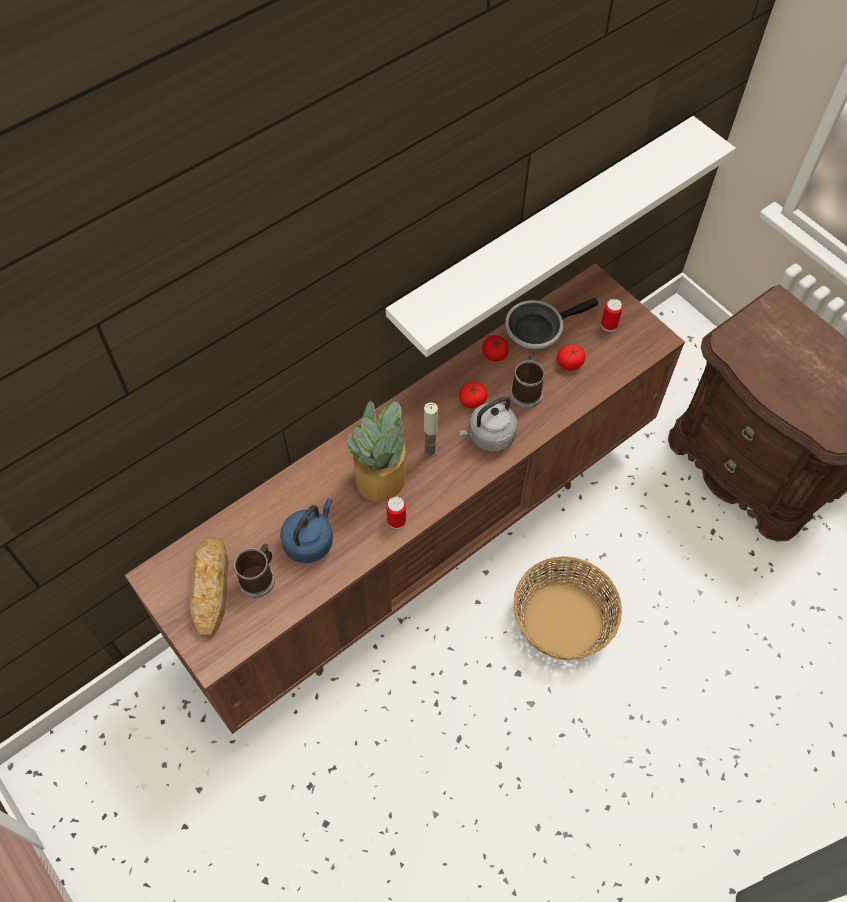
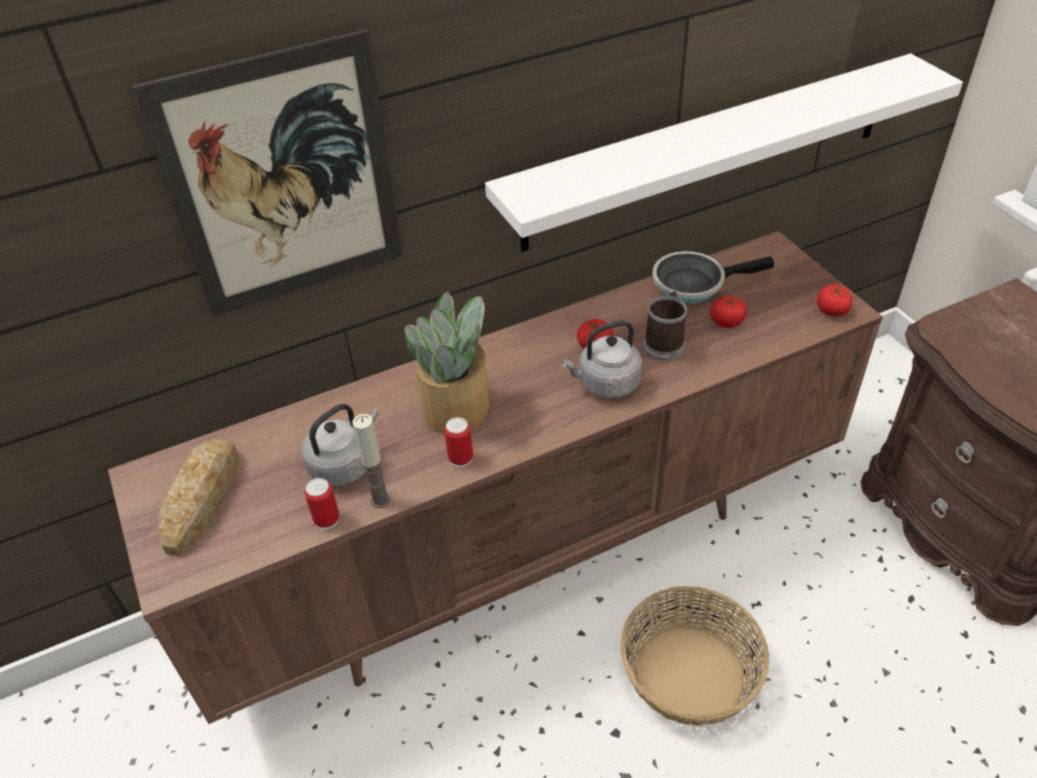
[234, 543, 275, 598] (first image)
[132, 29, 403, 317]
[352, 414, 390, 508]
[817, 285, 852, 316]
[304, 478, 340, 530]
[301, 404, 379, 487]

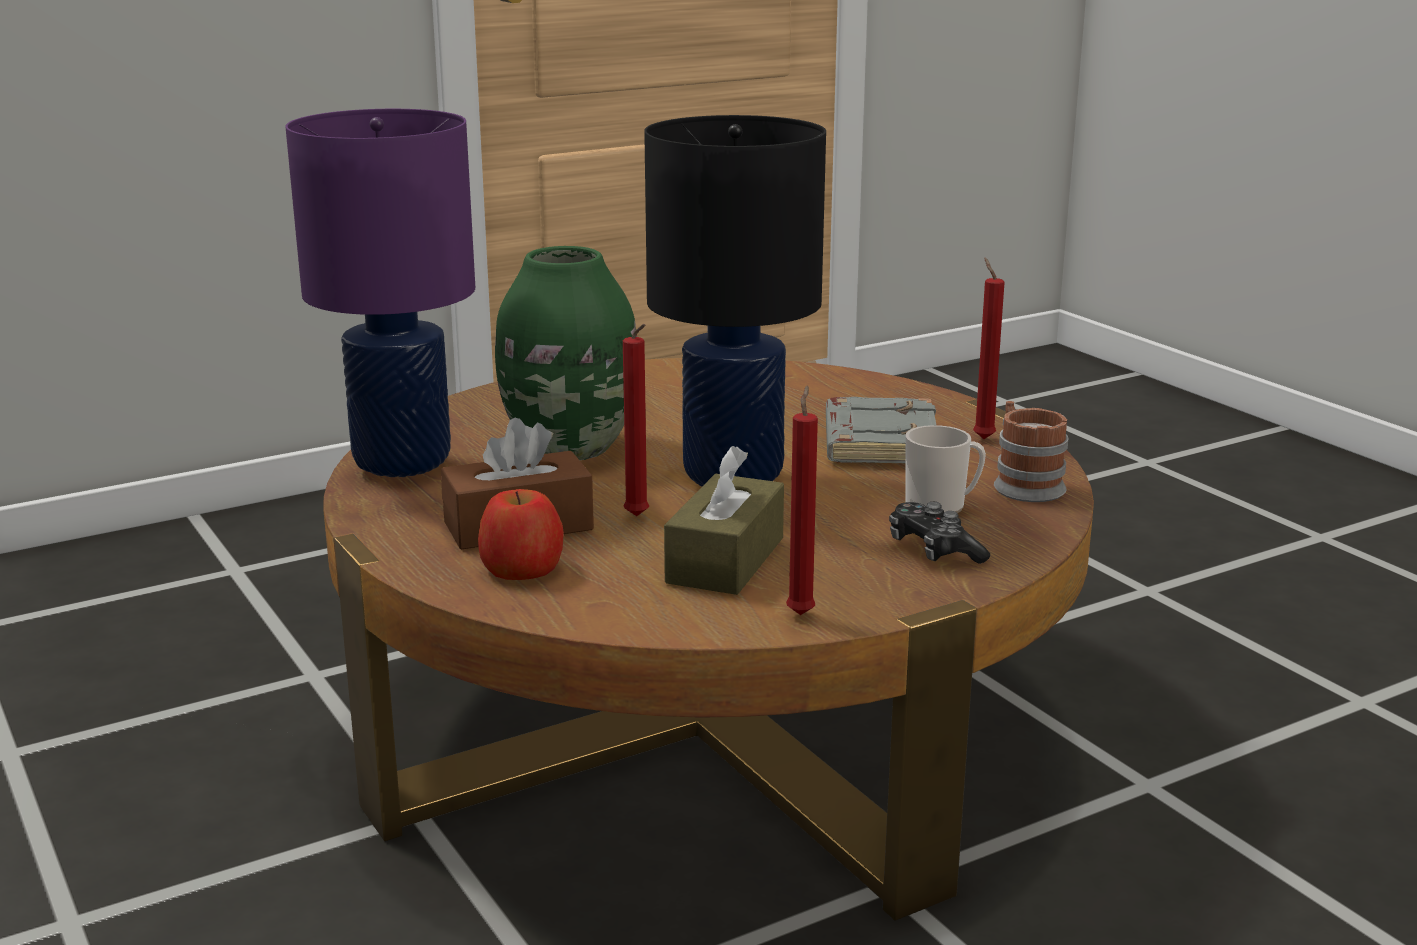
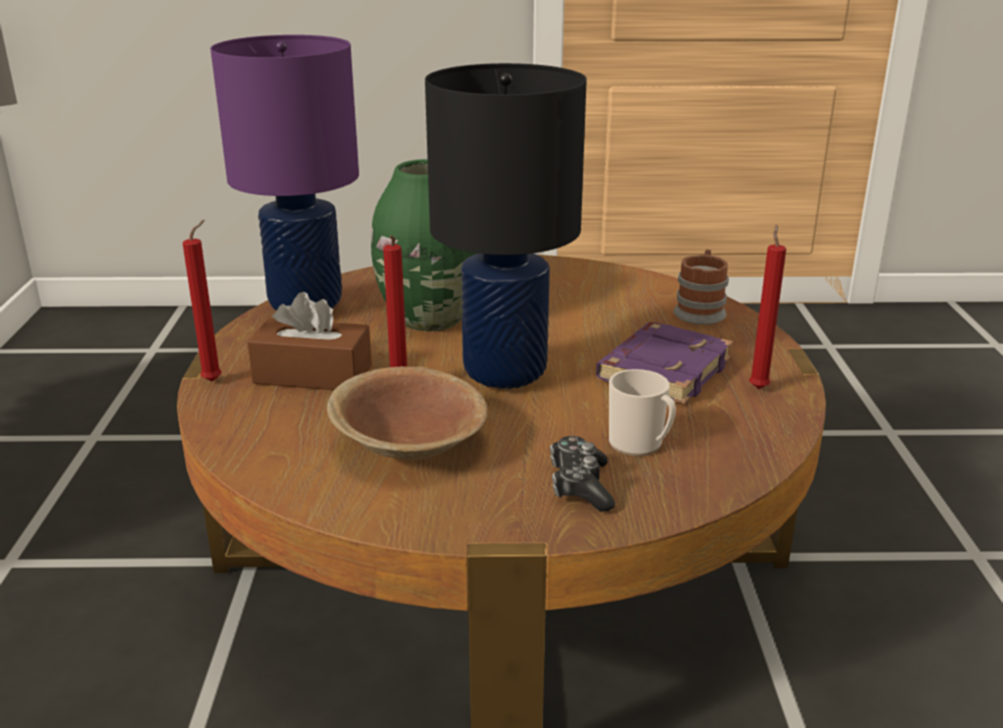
[478, 489, 564, 580] (first image)
[183, 220, 222, 381]
[674, 249, 729, 325]
[327, 366, 488, 461]
[596, 322, 733, 404]

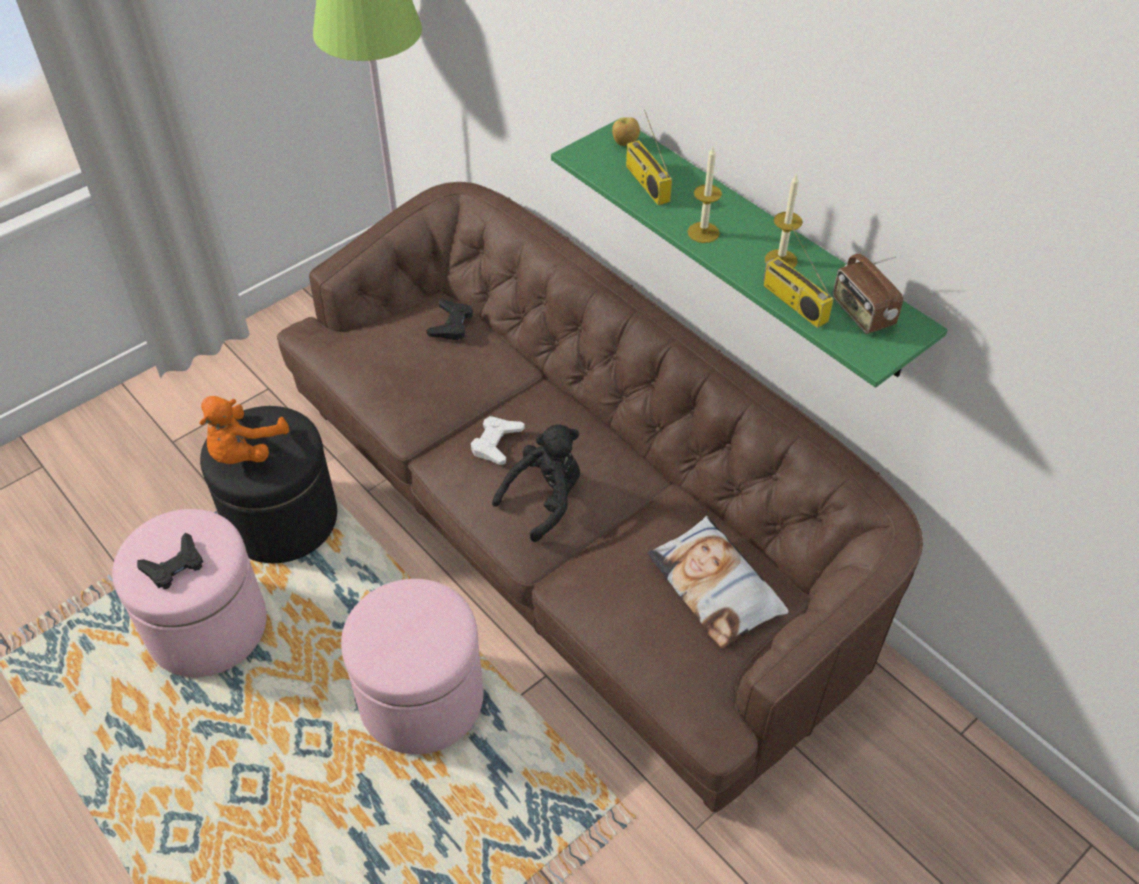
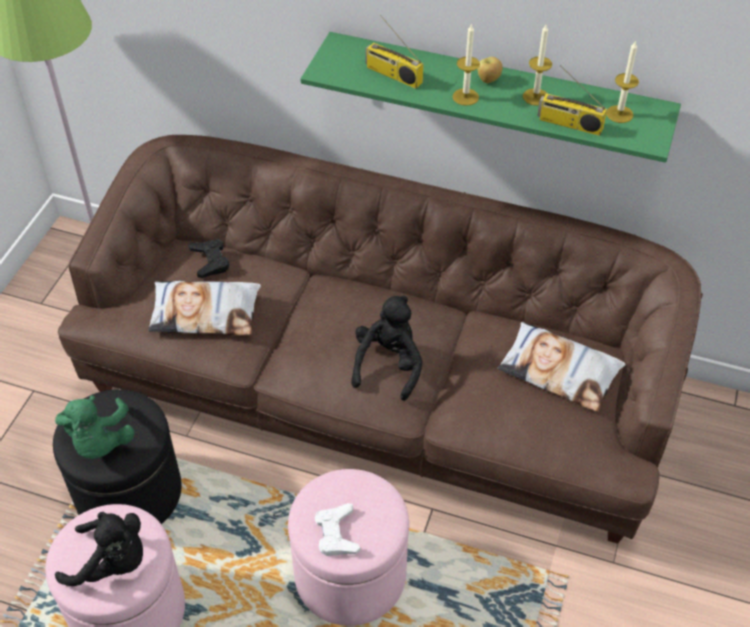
[148, 280, 261, 335]
[315, 503, 360, 556]
[478, 57, 503, 83]
[55, 512, 143, 586]
[606, 41, 639, 123]
[55, 395, 135, 459]

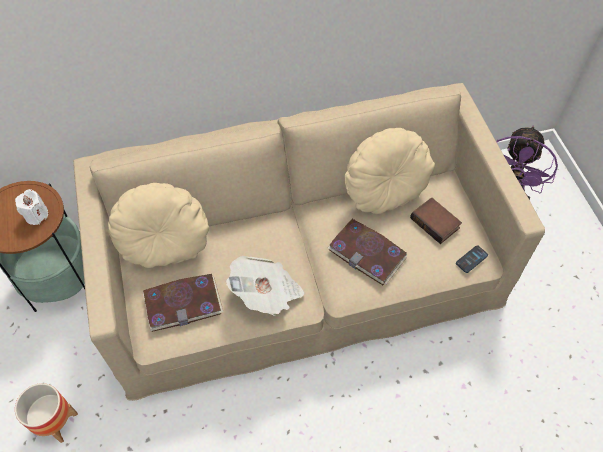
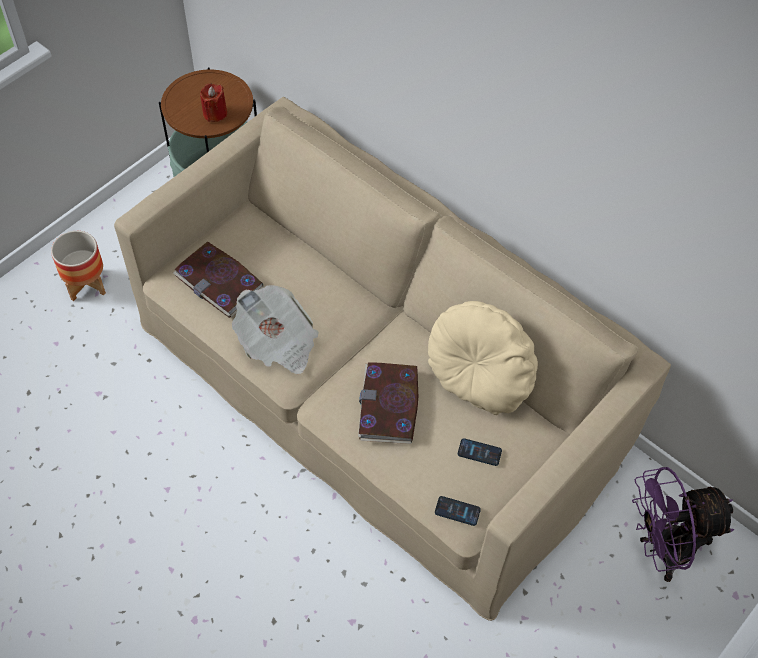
[108, 183, 209, 268] (first image)
[458, 438, 502, 466]
[200, 83, 227, 122]

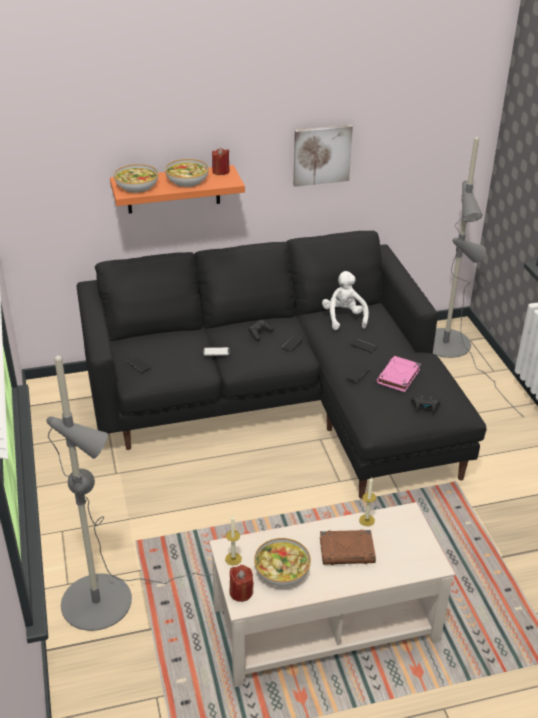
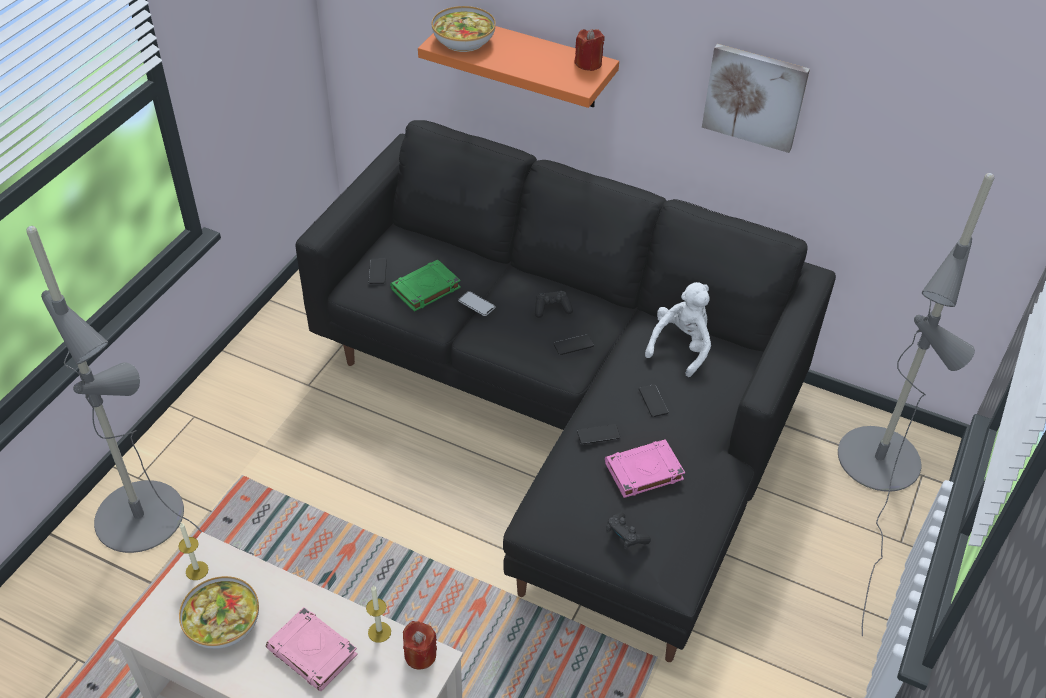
[165, 159, 209, 187] (first image)
[390, 259, 461, 312]
[403, 621, 437, 670]
[266, 607, 358, 691]

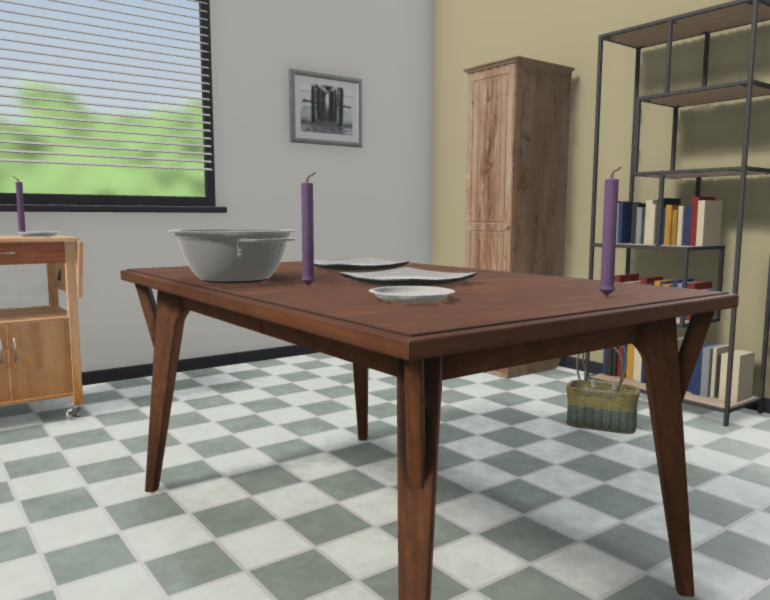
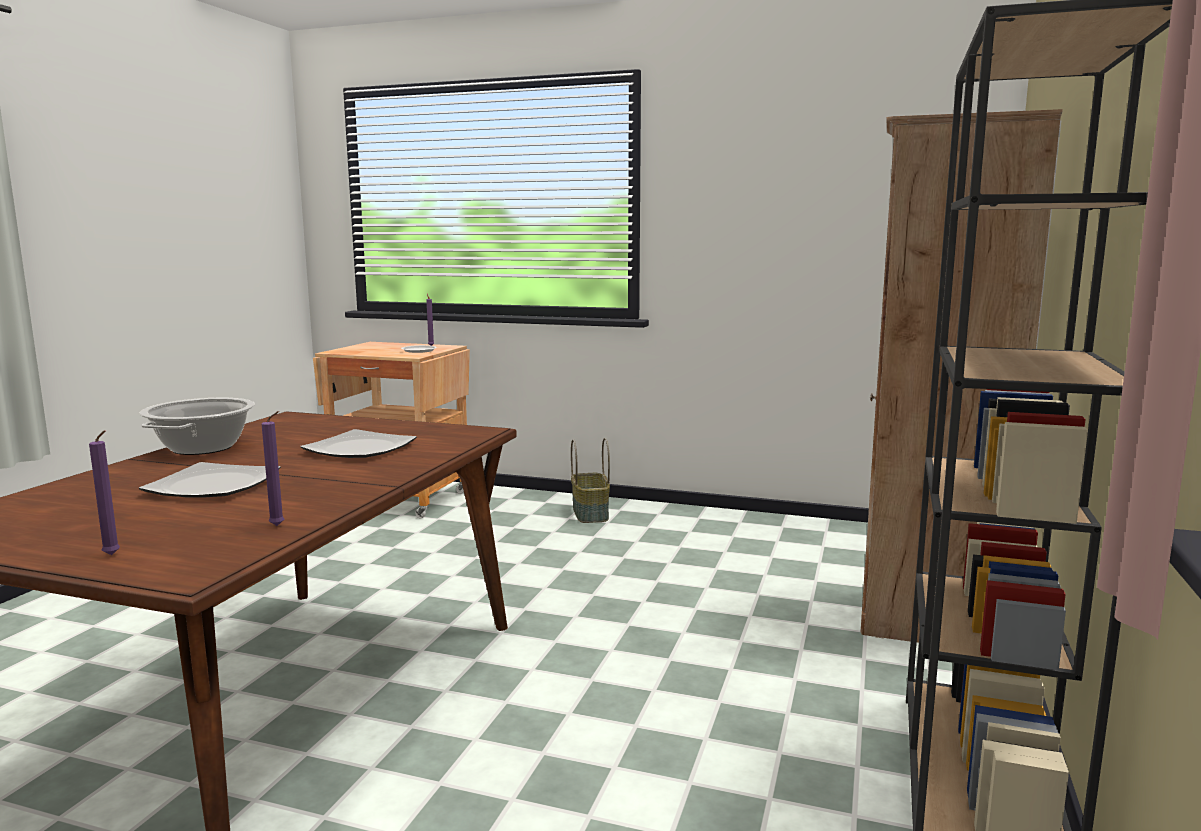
[289, 68, 363, 148] (first image)
[369, 286, 455, 303] (first image)
[262, 411, 284, 526]
[571, 438, 610, 523]

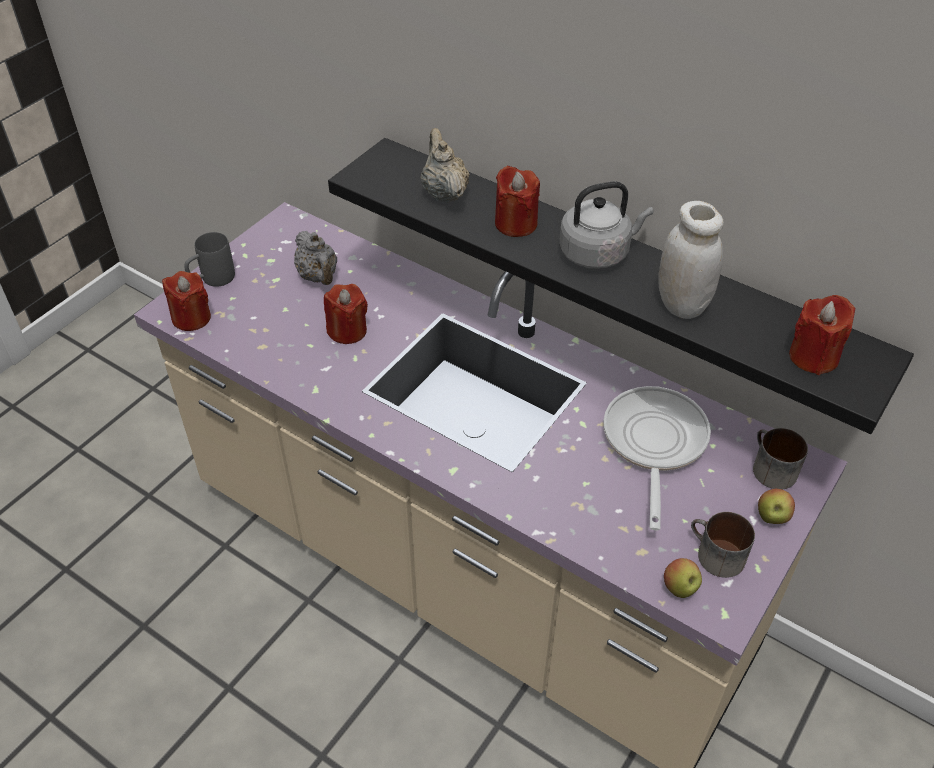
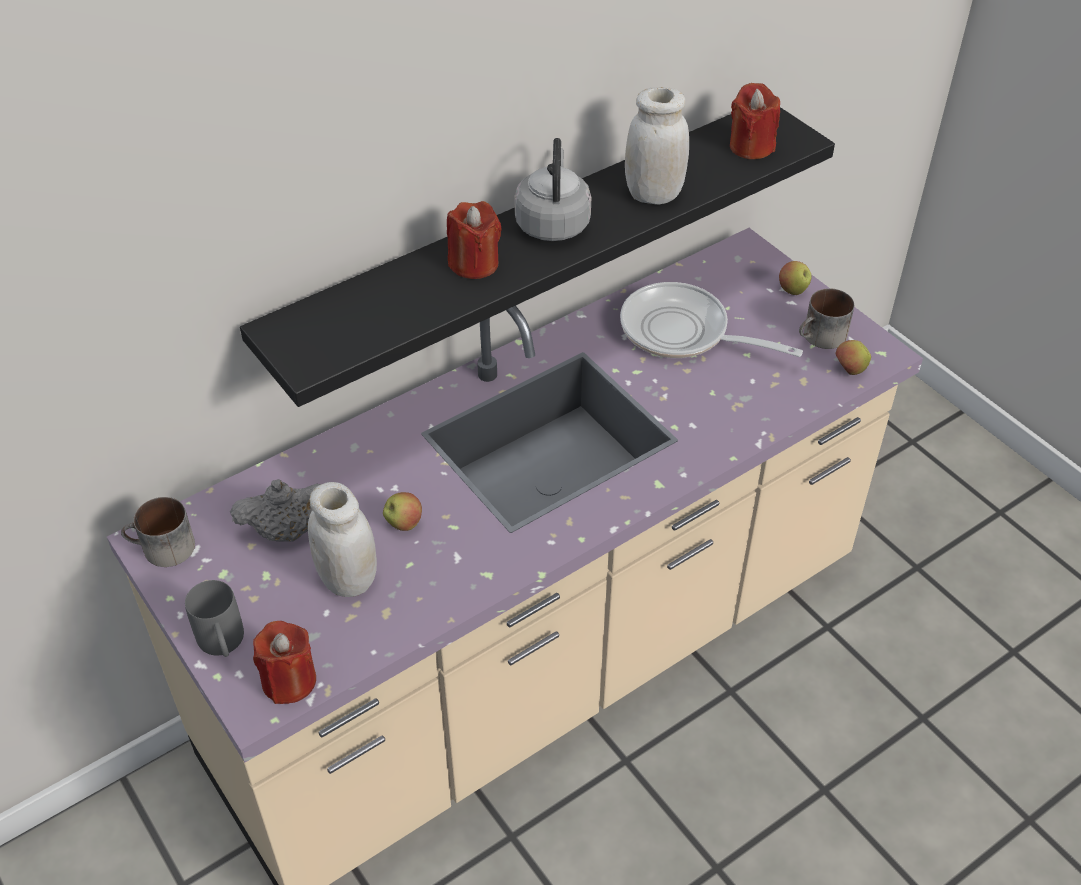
[421, 128, 470, 203] (first image)
[308, 482, 377, 597]
[121, 497, 195, 567]
[383, 492, 422, 531]

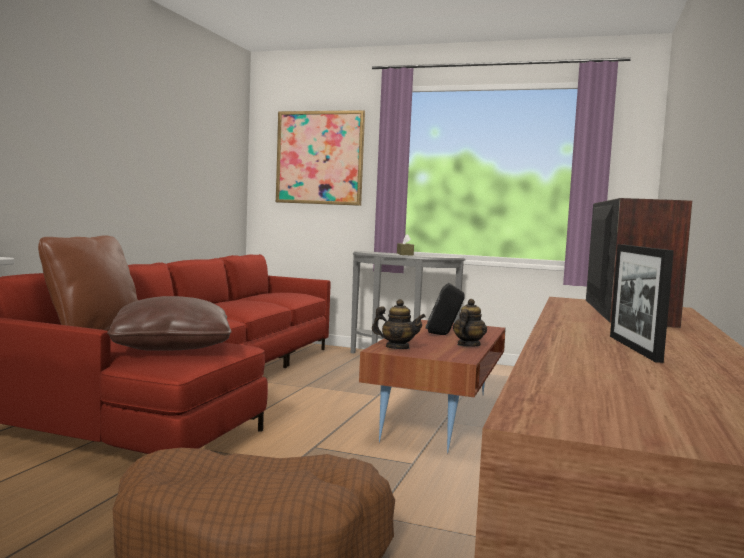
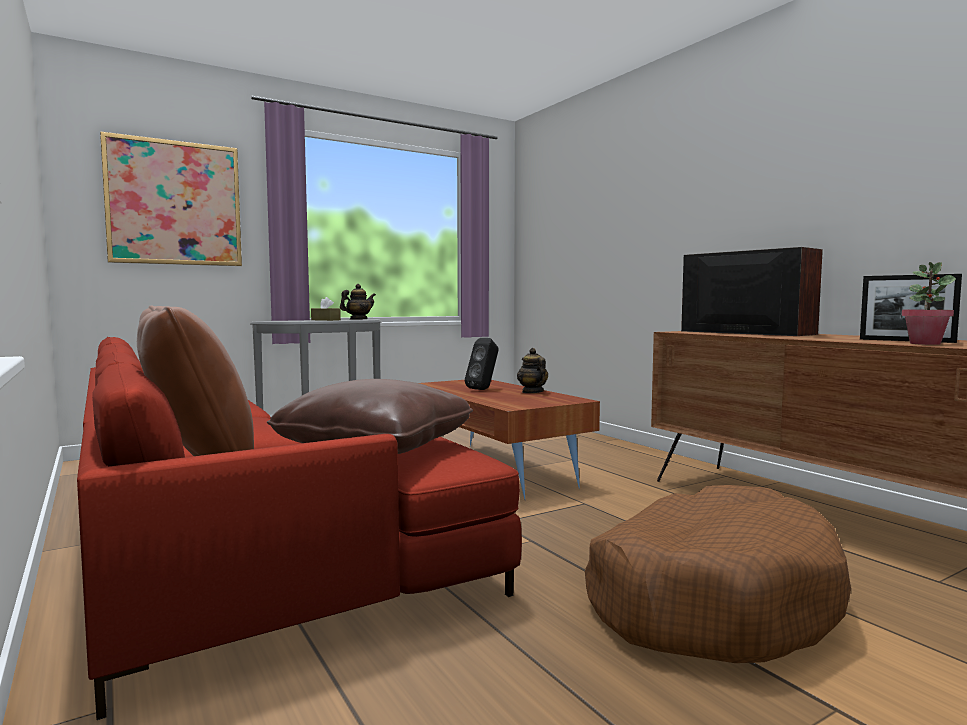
[902, 262, 956, 345]
[340, 284, 376, 320]

